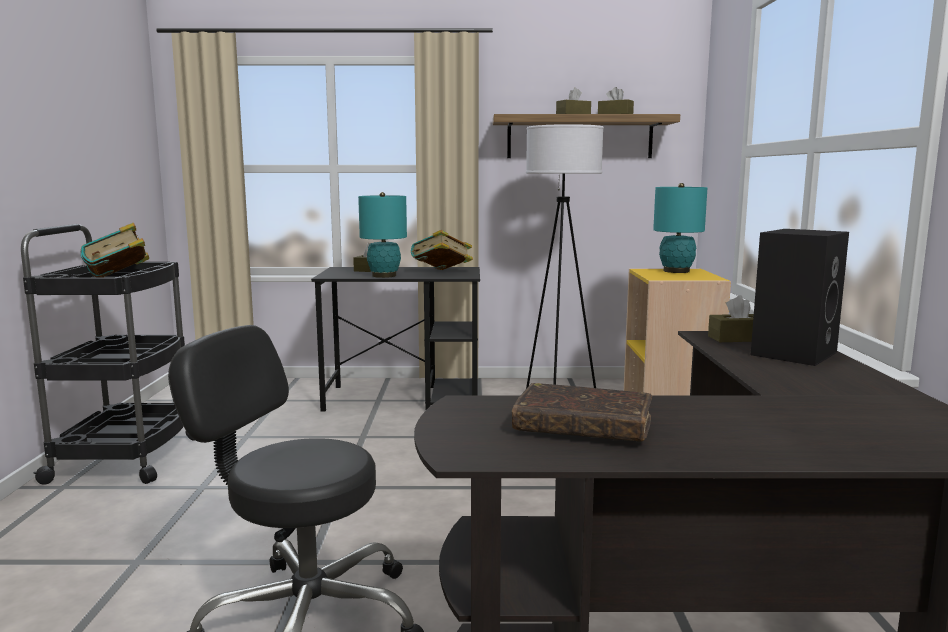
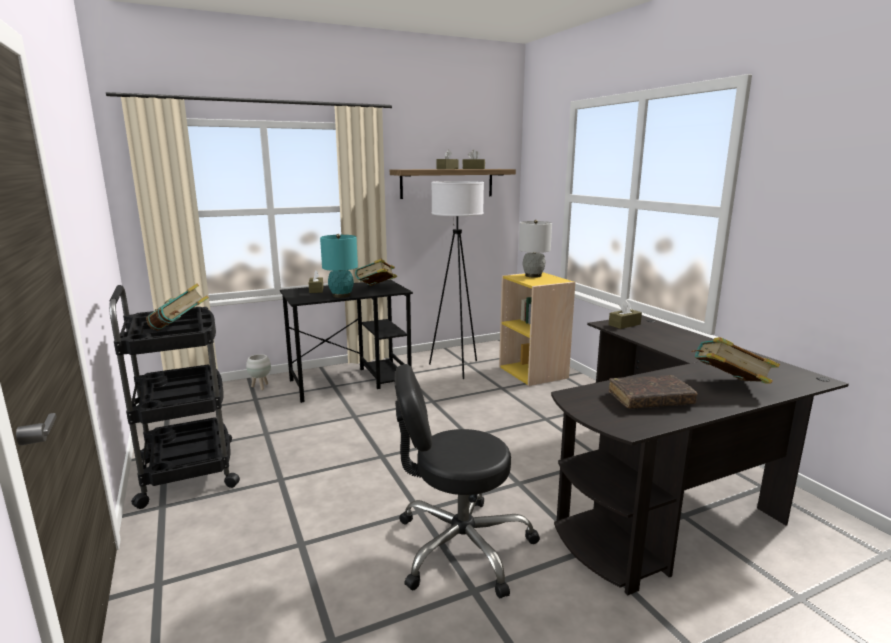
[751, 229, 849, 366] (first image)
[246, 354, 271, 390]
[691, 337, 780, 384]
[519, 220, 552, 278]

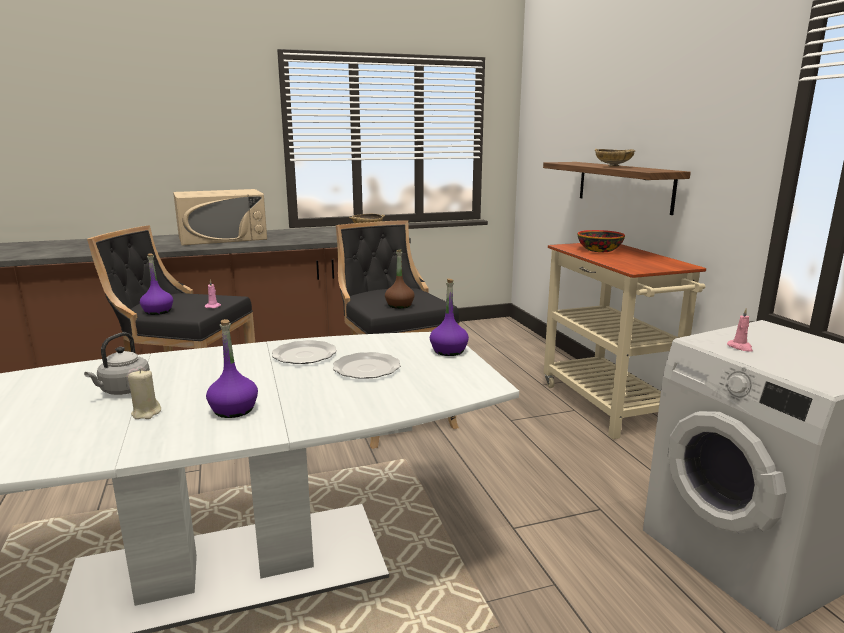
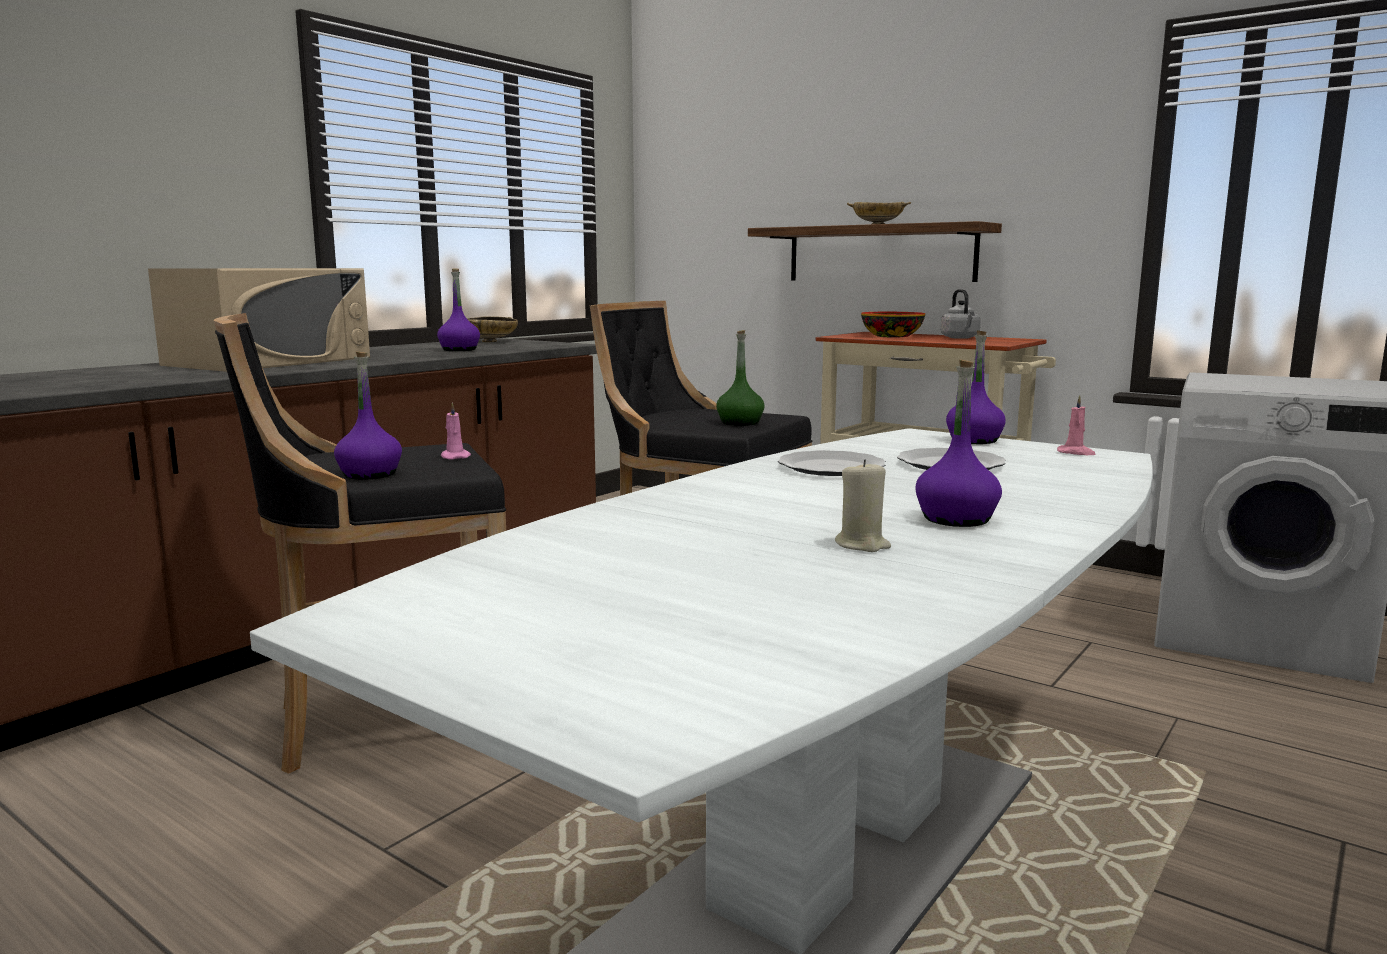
[437, 268, 480, 351]
[941, 289, 981, 339]
[1057, 395, 1096, 455]
[716, 330, 765, 426]

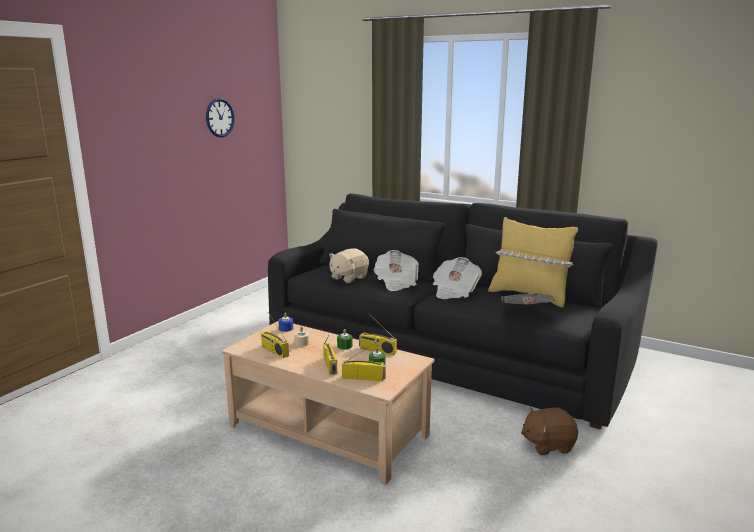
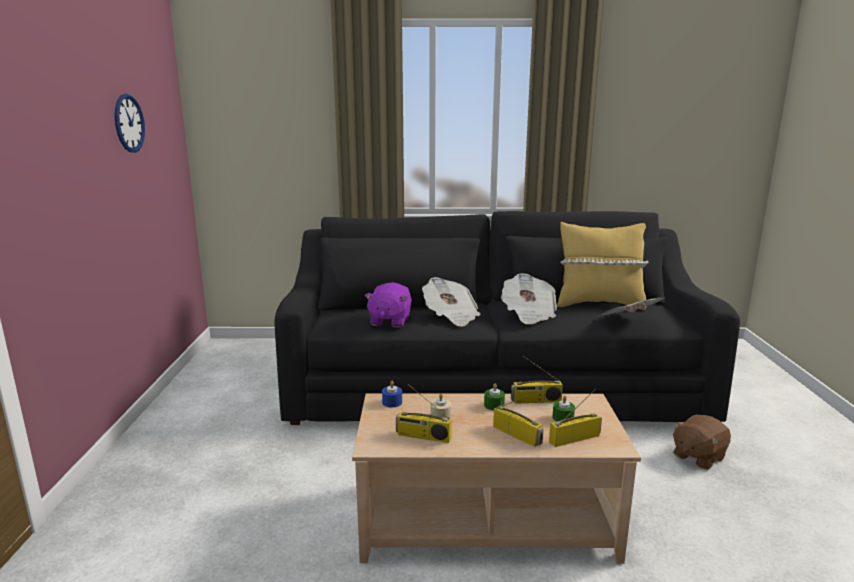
[364, 282, 412, 328]

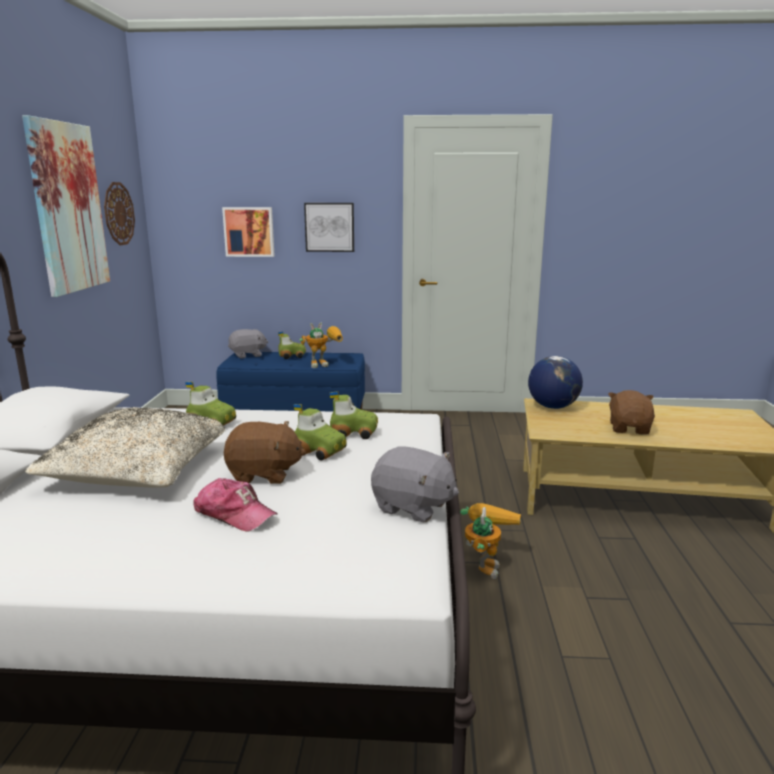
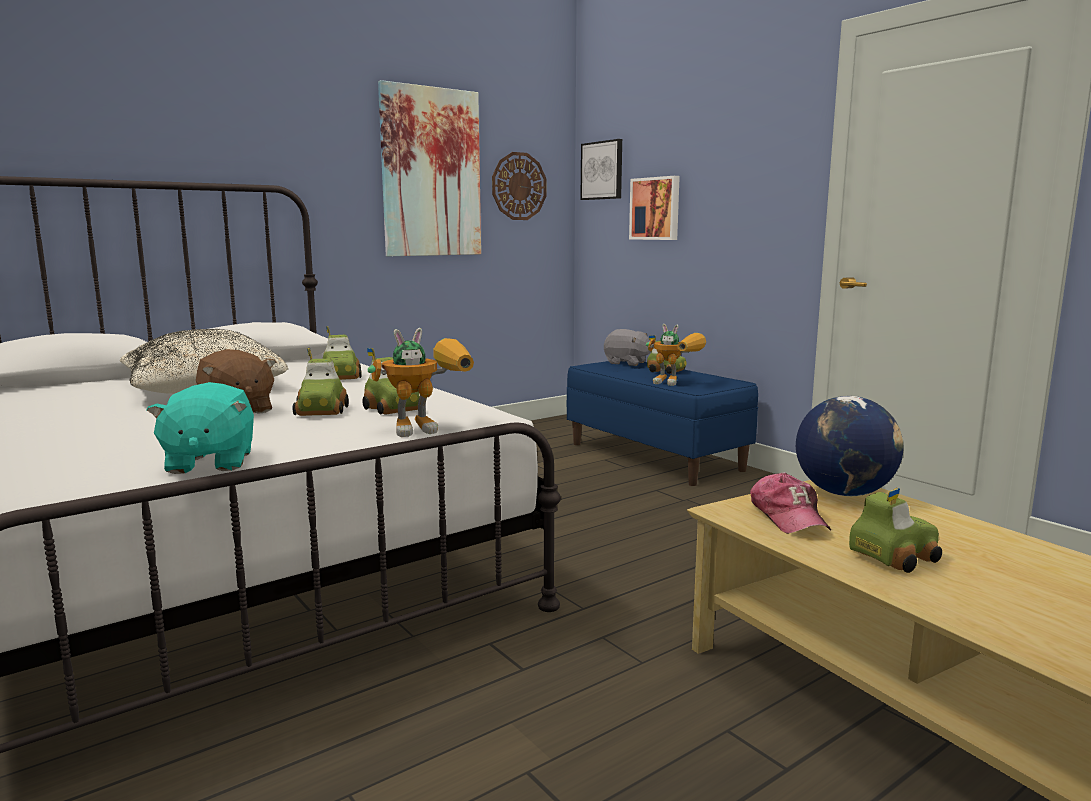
[750, 472, 831, 534]
[580, 139, 622, 200]
[368, 328, 474, 437]
[849, 488, 942, 573]
[146, 382, 254, 474]

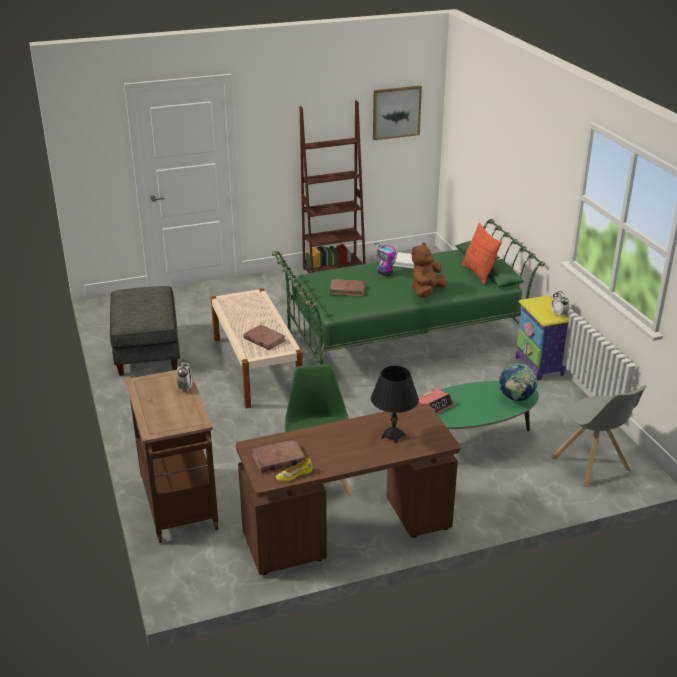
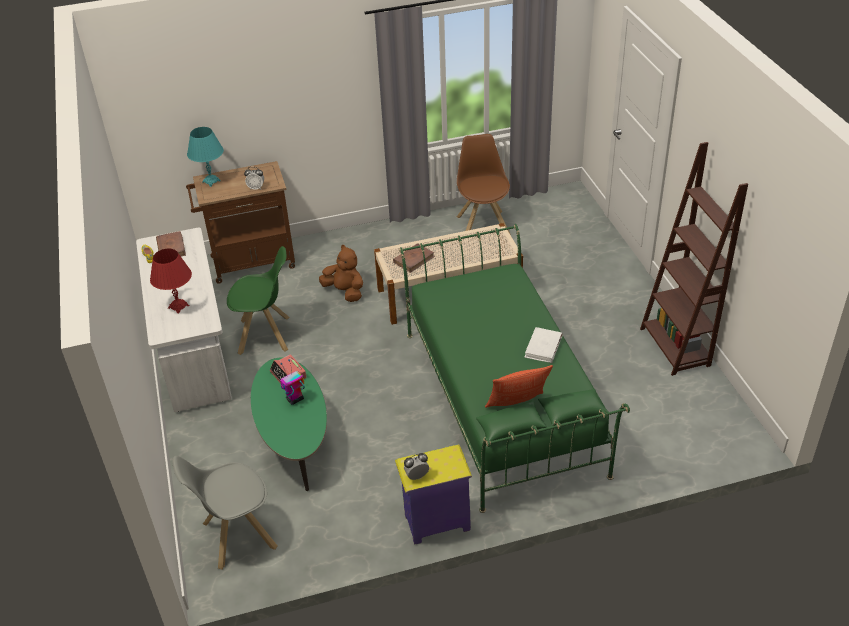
[329, 279, 365, 296] (first image)
[373, 86, 422, 140] (first image)
[499, 363, 538, 401] (first image)
[187, 127, 224, 187]
[280, 359, 305, 405]
[319, 245, 363, 302]
[457, 134, 510, 234]
[136, 228, 232, 412]
[150, 249, 192, 314]

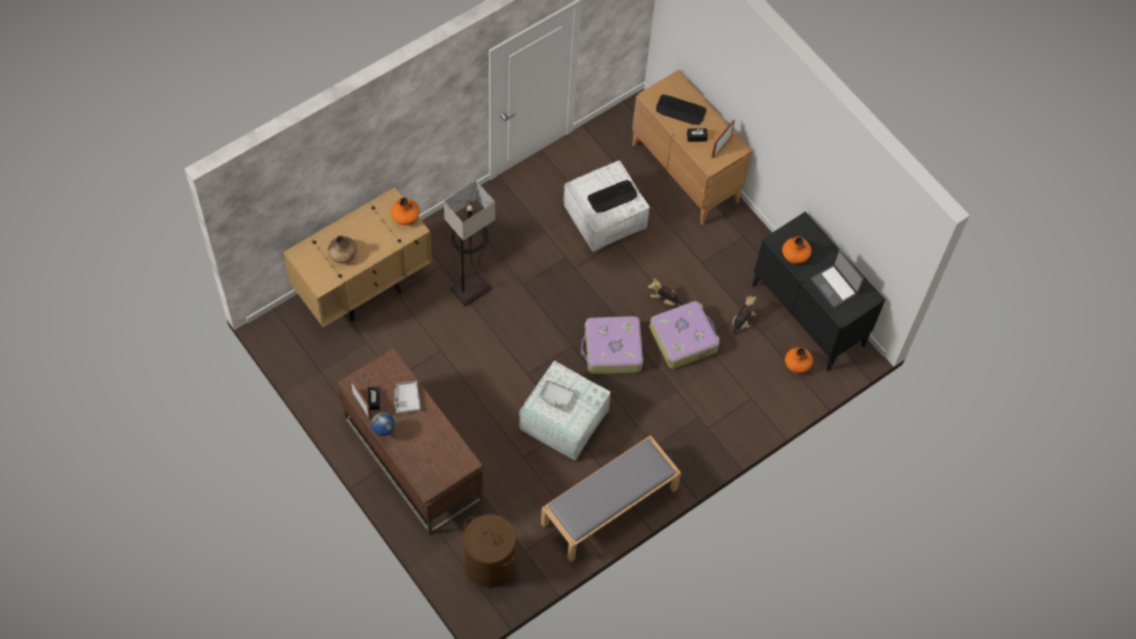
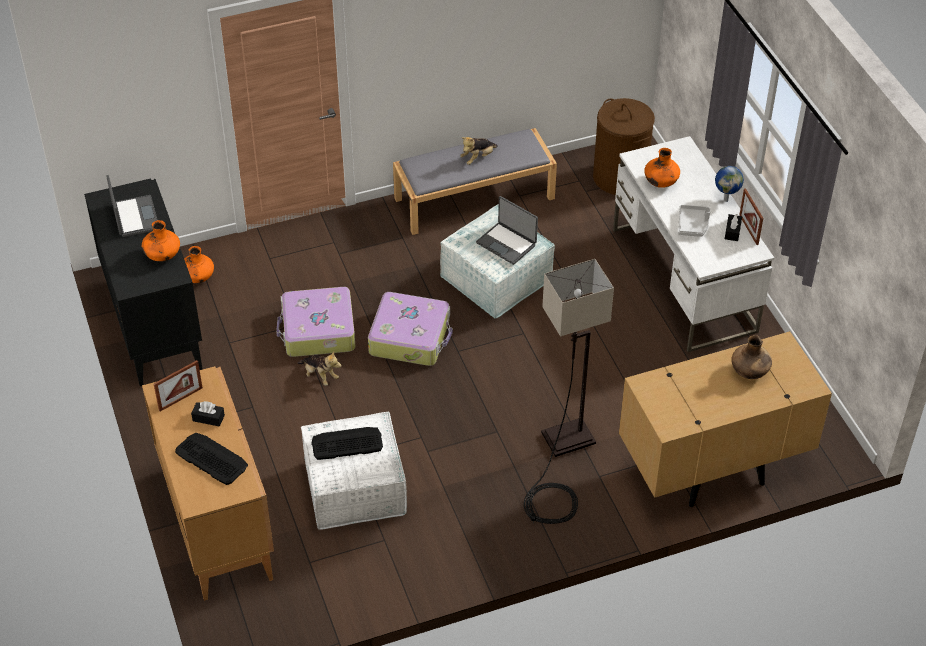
[644, 148, 680, 188]
[460, 137, 498, 165]
[476, 196, 538, 265]
[613, 136, 774, 352]

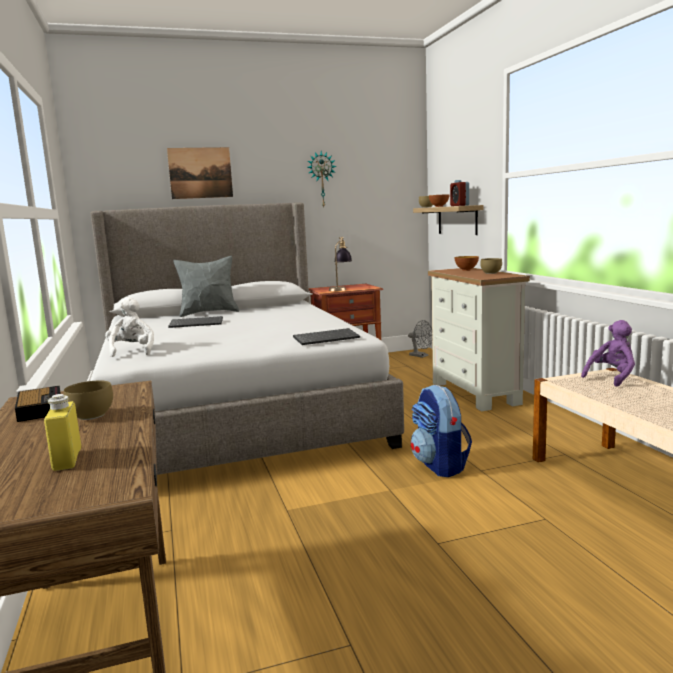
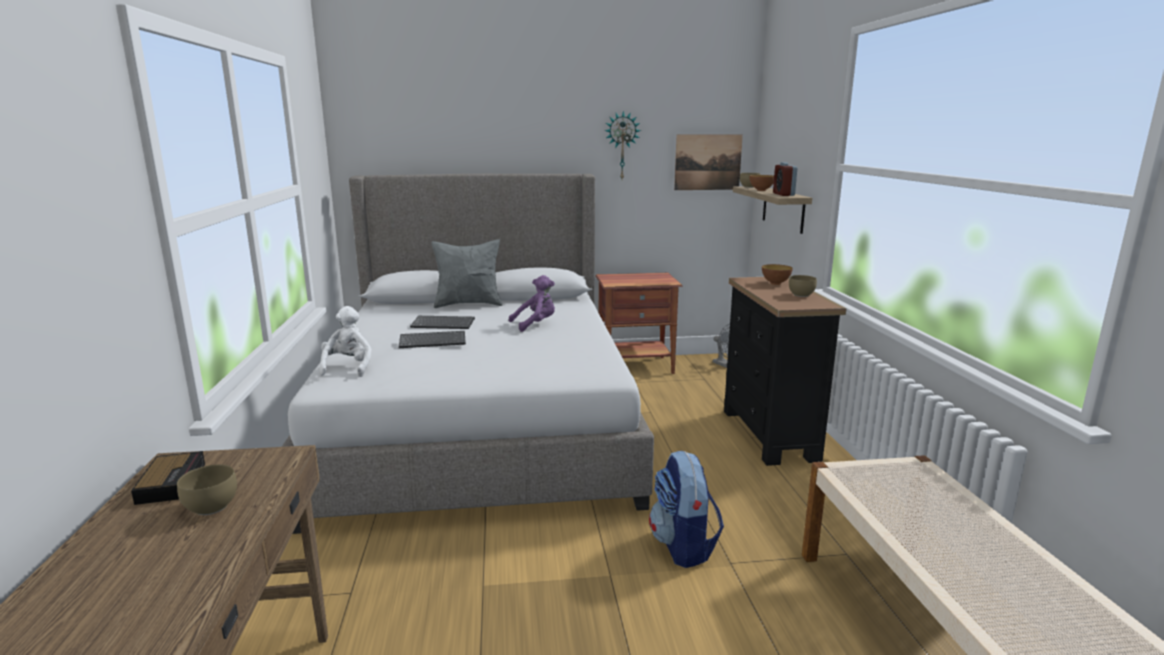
[44, 394, 81, 471] (first image)
[329, 237, 352, 291] (first image)
[674, 134, 743, 190]
[399, 331, 466, 348]
[509, 275, 555, 332]
[724, 277, 847, 466]

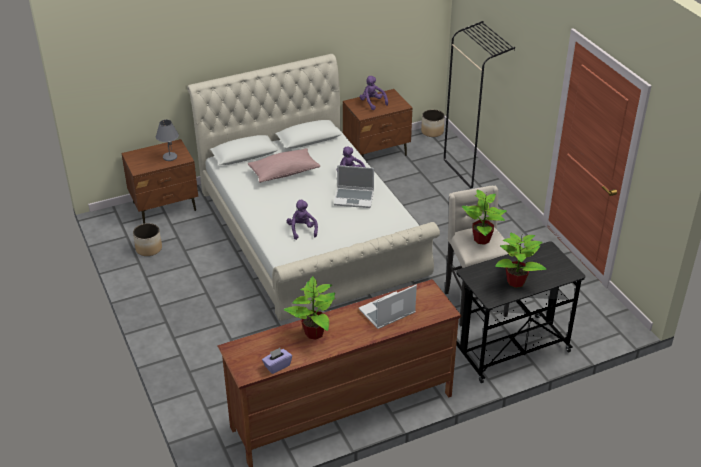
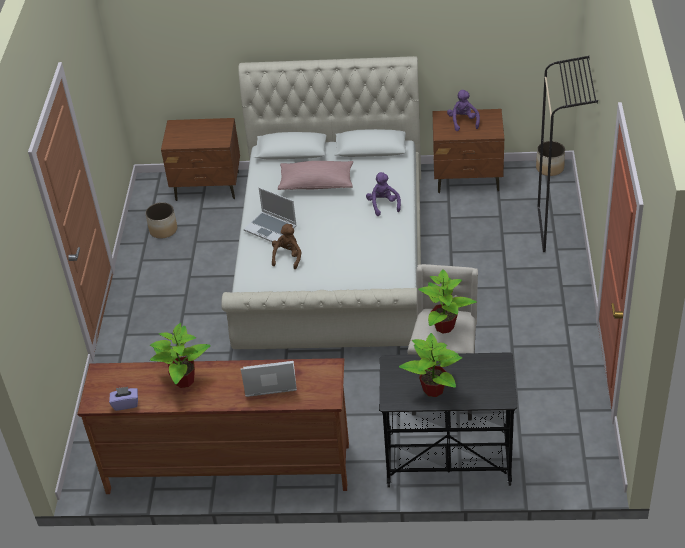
[156, 120, 179, 161] (first image)
[244, 187, 297, 242]
[272, 224, 301, 269]

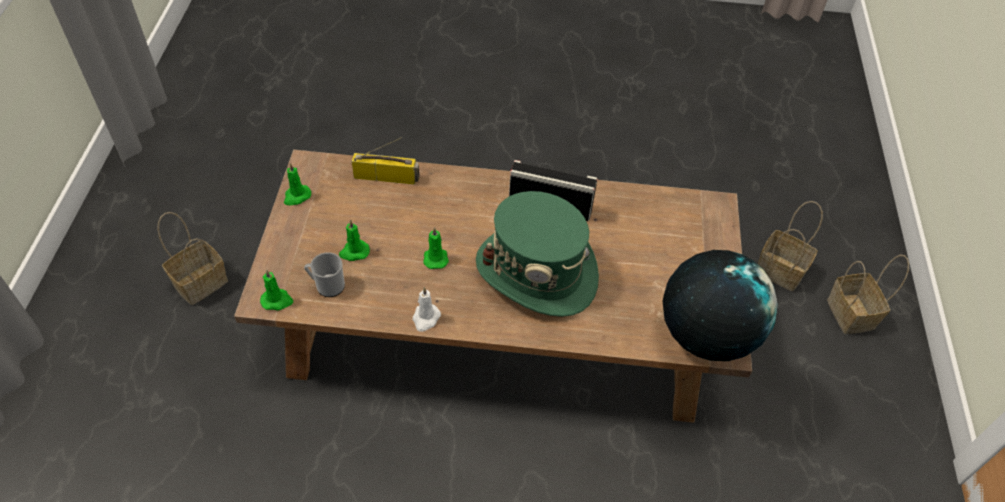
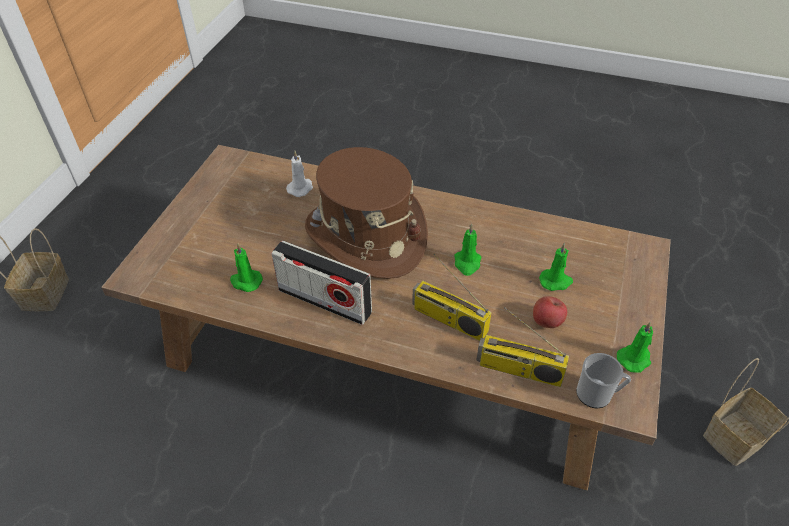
[663, 250, 778, 361] (first image)
[758, 201, 823, 291] (first image)
[412, 254, 492, 341]
[533, 296, 567, 328]
[230, 243, 263, 292]
[576, 353, 631, 408]
[286, 151, 313, 197]
[305, 147, 428, 279]

